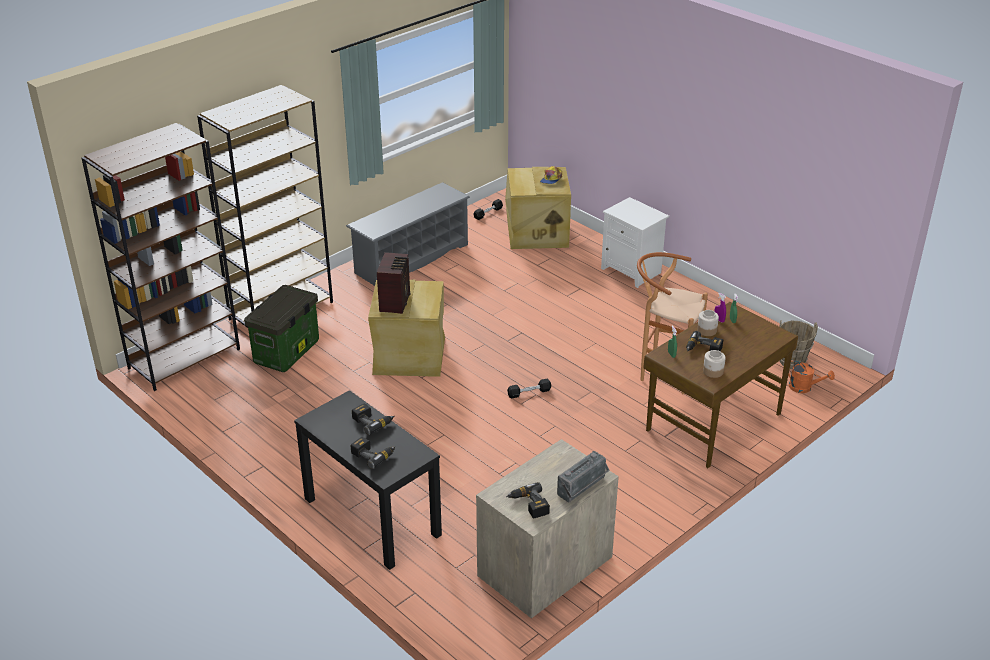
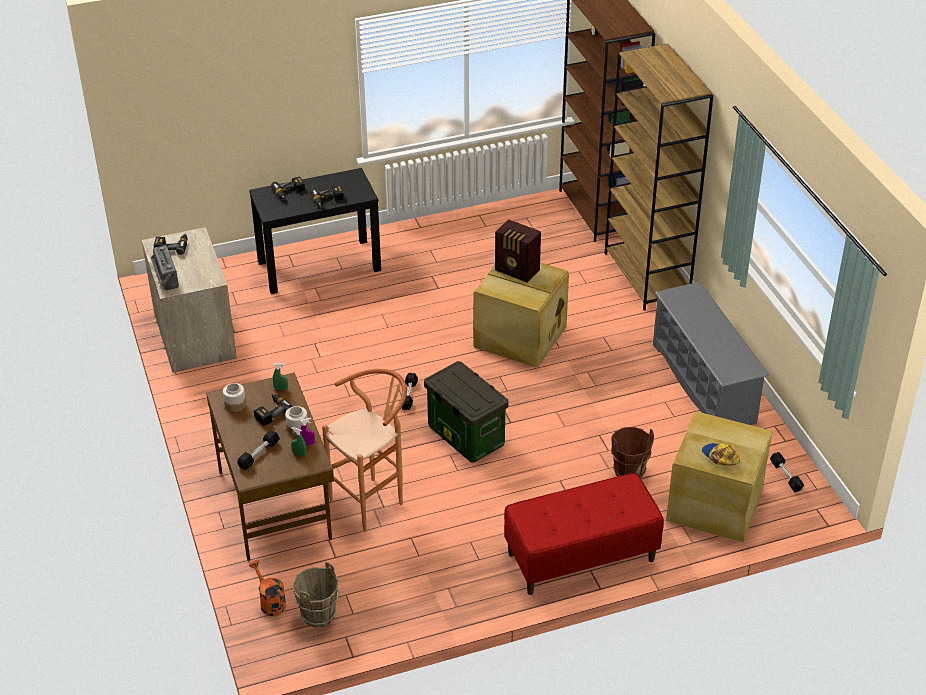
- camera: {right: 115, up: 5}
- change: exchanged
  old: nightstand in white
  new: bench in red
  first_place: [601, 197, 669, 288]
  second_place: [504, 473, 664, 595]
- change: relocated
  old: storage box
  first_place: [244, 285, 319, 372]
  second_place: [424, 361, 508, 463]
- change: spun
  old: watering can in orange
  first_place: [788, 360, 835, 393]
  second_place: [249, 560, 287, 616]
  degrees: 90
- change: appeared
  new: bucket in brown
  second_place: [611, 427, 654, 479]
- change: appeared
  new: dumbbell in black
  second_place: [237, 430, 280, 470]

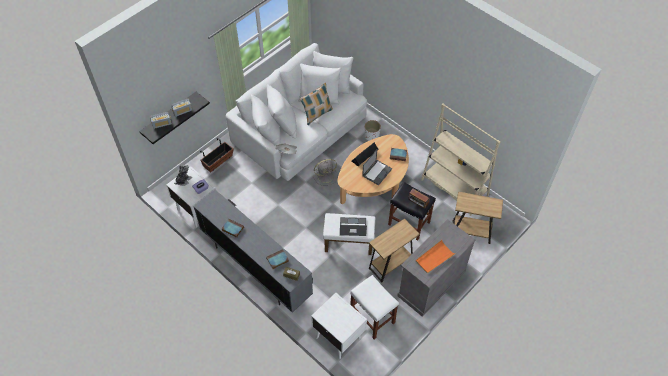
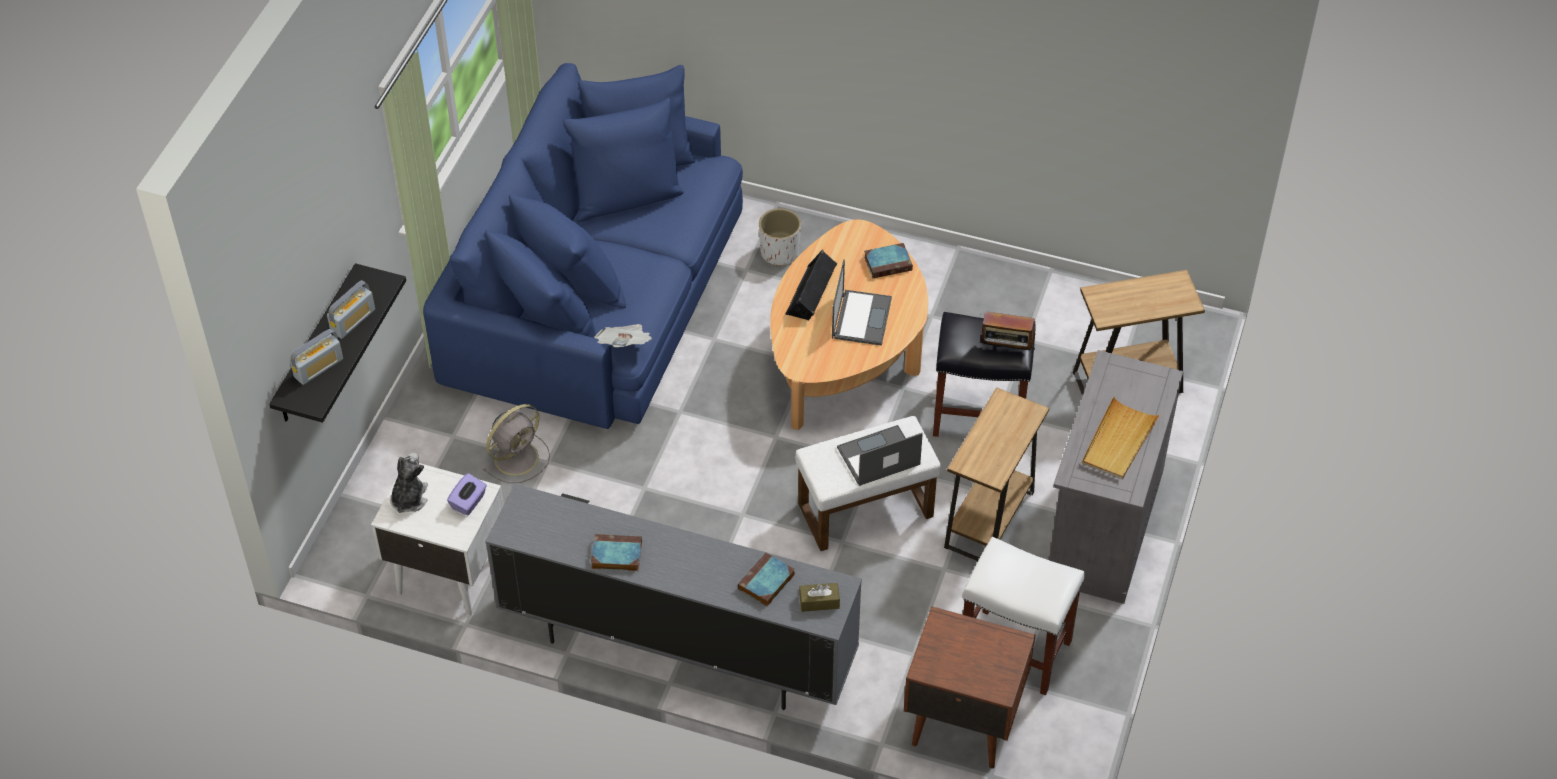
- camera: {right: -25, up: -5}
- change: colour
  old: sofa in white
  new: sofa in blue
  first_place: [226, 43, 367, 181]
  second_place: [423, 63, 743, 429]
- change: missing
  old: pillow
  first_place: [300, 83, 333, 125]
- change: missing
  old: bookcase in beige
  first_place: [421, 103, 500, 216]
- change: missing
  old: planter
  first_place: [200, 138, 234, 172]
- change: relocated
  old: fan in grey
  first_place: [313, 159, 338, 186]
  second_place: [483, 404, 550, 483]
- change: colour
  old: tray in orange
  new: tray in beige
  first_place: [416, 240, 455, 274]
  second_place: [1082, 396, 1160, 480]
- change: colour
  old: nightstand in white
  new: nightstand in brown
  first_place: [311, 293, 367, 359]
  second_place: [904, 606, 1035, 769]

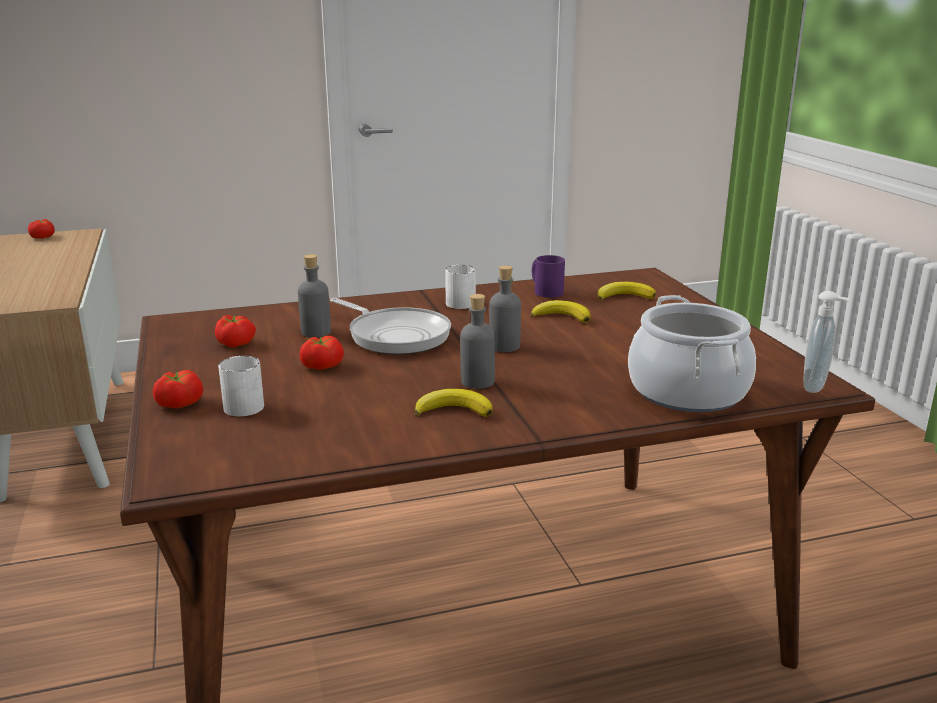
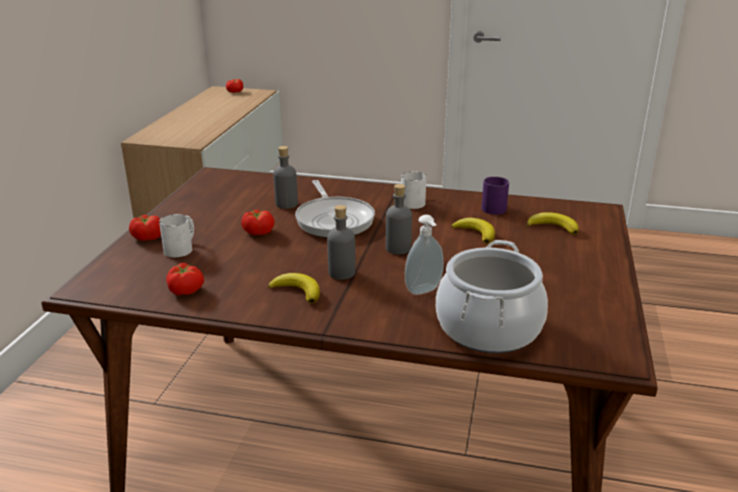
- camera: {right: 30, up: 5}
- change: relocated
  old: soap dispenser
  first_place: [804, 291, 849, 393]
  second_place: [405, 215, 444, 295]
- change: relocated
  old: tomato
  first_place: [215, 315, 256, 348]
  second_place: [166, 263, 204, 296]

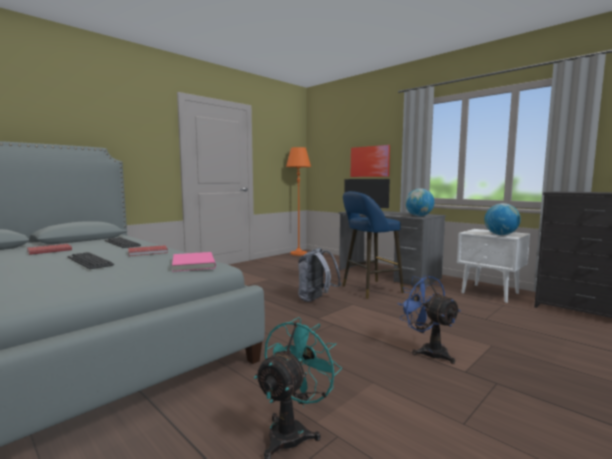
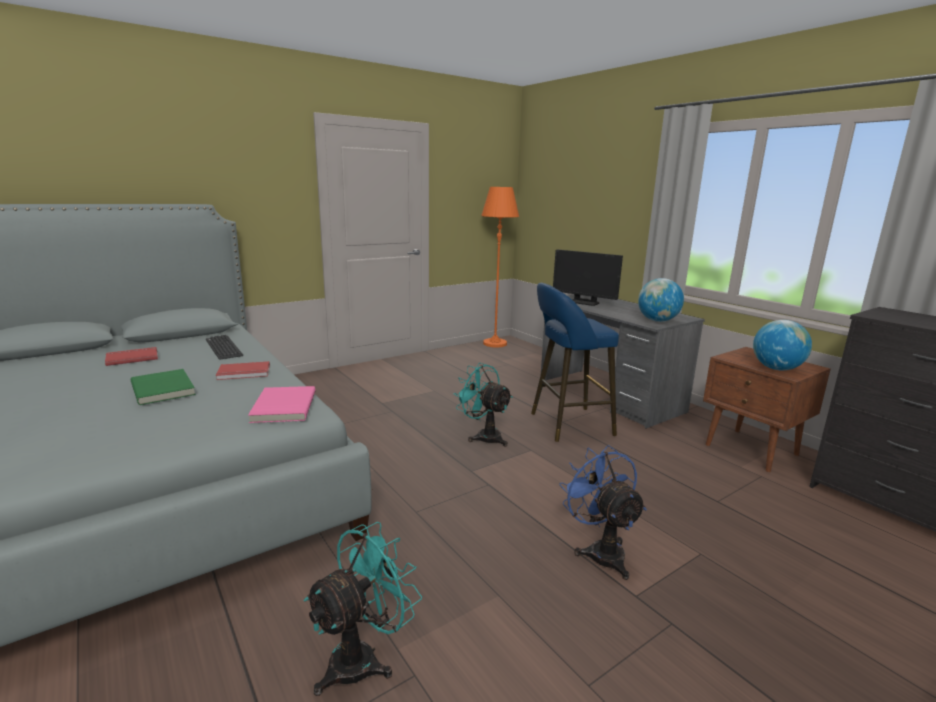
- camera: {right: 10, up: 10}
- change: missing
  old: picture
  first_place: [350, 145, 390, 177]
- change: colour
  old: nightstand in white
  new: nightstand in brown
  first_place: [457, 229, 530, 303]
  second_place: [703, 347, 831, 472]
- change: exchanged
  old: backpack in grey
  new: fan in turquoise
  first_place: [298, 248, 341, 302]
  second_place: [453, 363, 513, 447]
- change: exchanged
  old: keyboard
  new: book in green
  first_place: [67, 252, 114, 269]
  second_place: [131, 369, 196, 405]

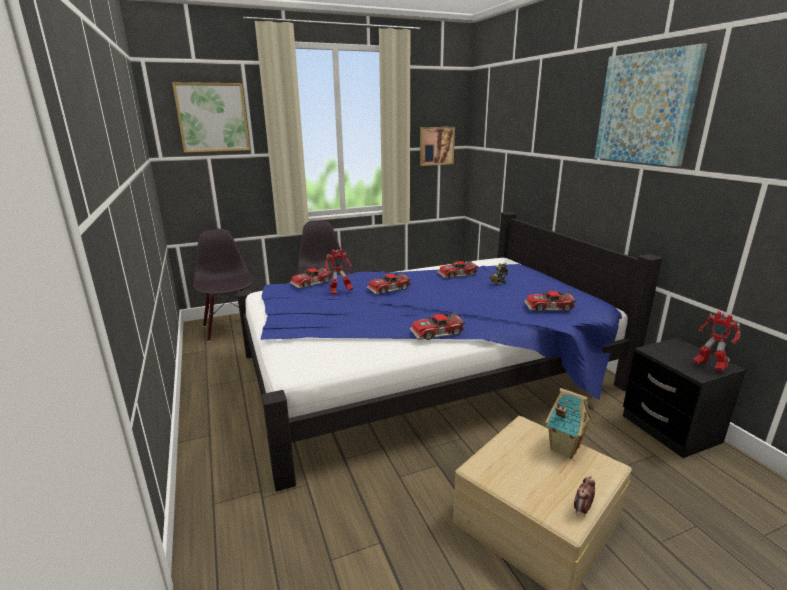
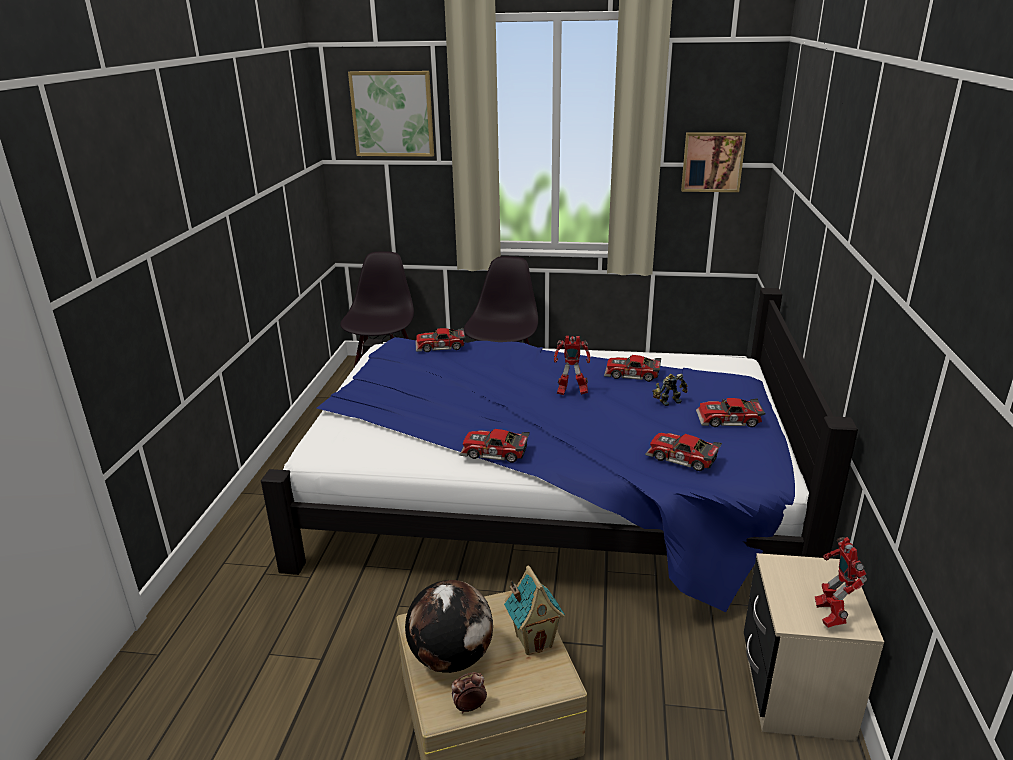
- camera: {right: 30, up: 5}
- change: missing
  old: picture
  first_place: [595, 43, 707, 167]
- change: relocated
  old: toy robot
  first_place: [325, 249, 354, 294]
  second_place: [554, 336, 591, 395]
- change: relocated
  old: toy car
  first_place: [367, 273, 412, 294]
  second_place: [696, 398, 766, 427]
- change: colour
  old: nightstand in black
  new: nightstand in beige
  first_place: [623, 338, 746, 458]
  second_place: [744, 553, 884, 741]
- change: appeared
  new: globe
  second_place: [405, 580, 493, 673]

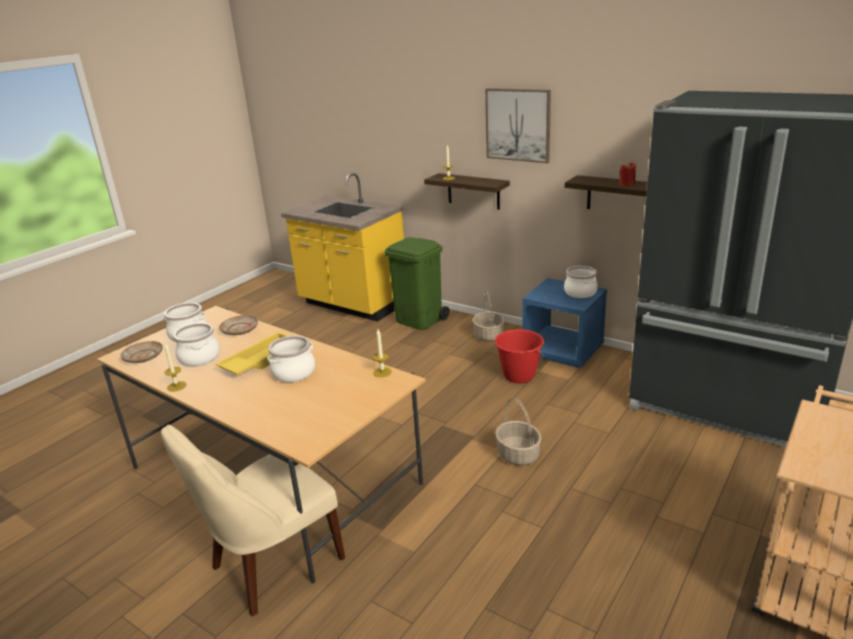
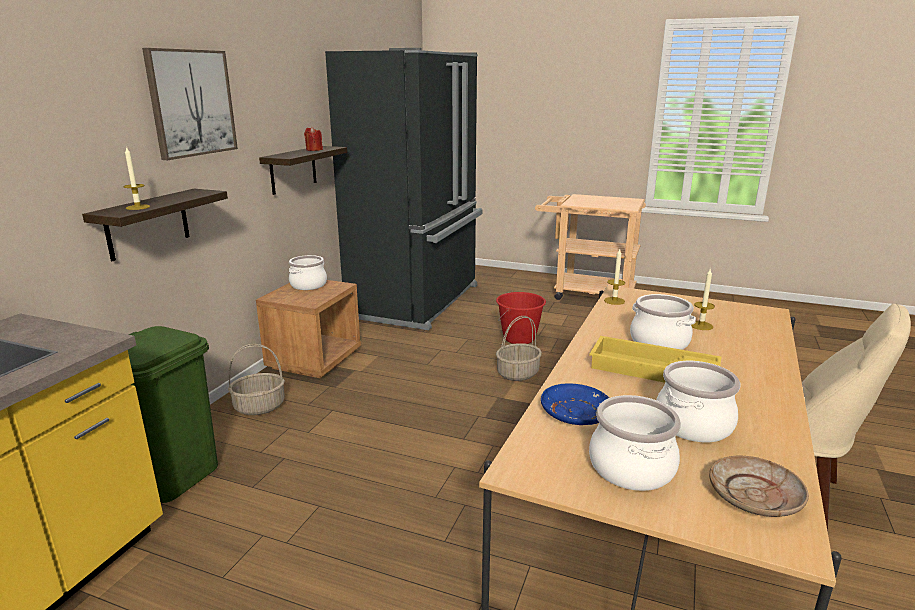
- camera: {right: -105, up: -5}
- change: colour
  old: nightstand in blue
  new: nightstand in brown
  first_place: [522, 278, 607, 368]
  second_place: [256, 280, 361, 378]
- change: colour
  old: plate in beige
  new: plate in blue
  first_place: [219, 315, 258, 335]
  second_place: [541, 383, 609, 425]
- change: relocated
  old: bucket in red
  first_place: [495, 329, 544, 383]
  second_place: [496, 292, 546, 344]
- change: relocated
  old: candle
  first_place: [164, 343, 186, 392]
  second_place: [691, 269, 715, 330]

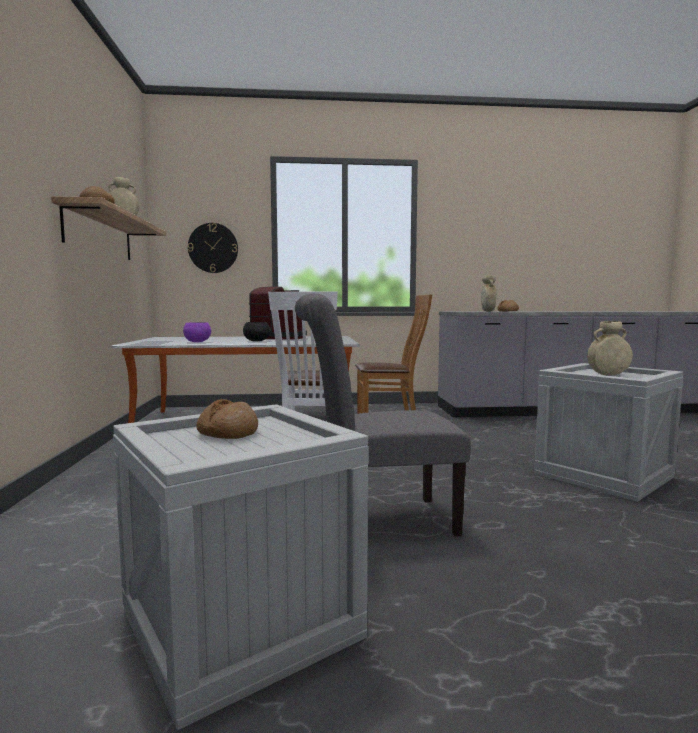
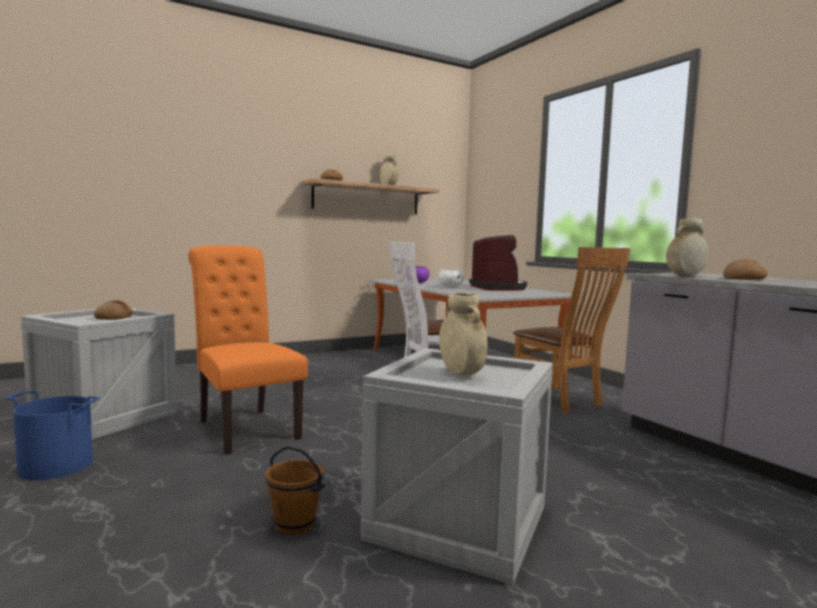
- camera: {right: 65, up: 0}
- change: missing
  old: wall clock
  first_place: [188, 223, 238, 273]
- change: colour
  old: chair in grey
  new: chair in orange
  first_place: [295, 293, 471, 536]
  second_place: [188, 245, 308, 455]
- change: colour
  old: bowl in black
  new: bowl in white
  first_place: [243, 322, 271, 342]
  second_place: [438, 269, 464, 288]
- change: appeared
  new: bucket in blue
  second_place: [4, 391, 100, 480]
- change: appeared
  new: bucket in brown
  second_place: [266, 446, 325, 535]

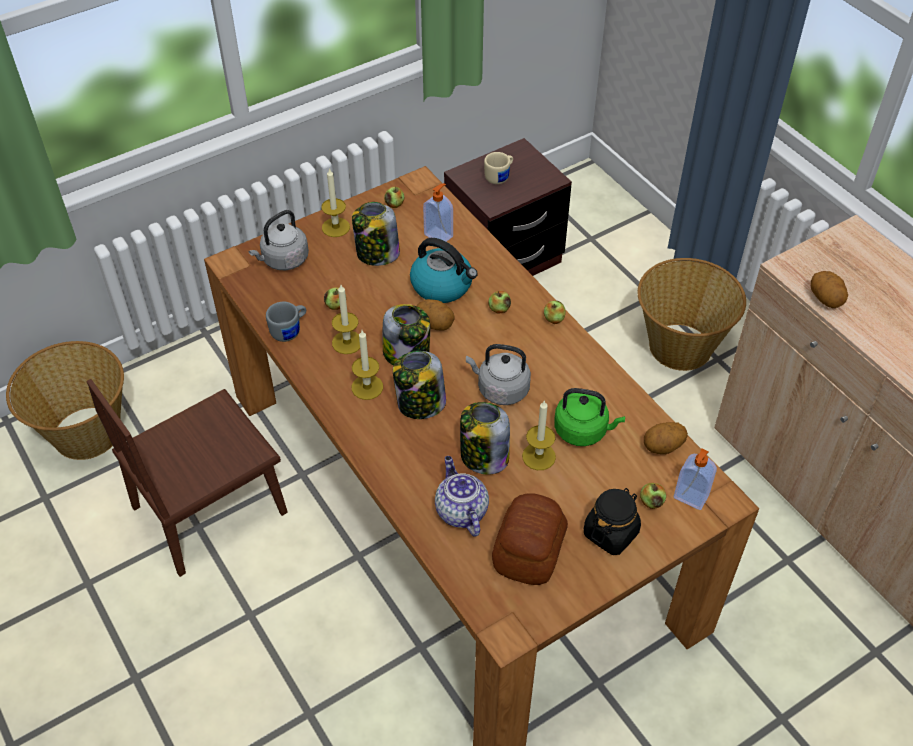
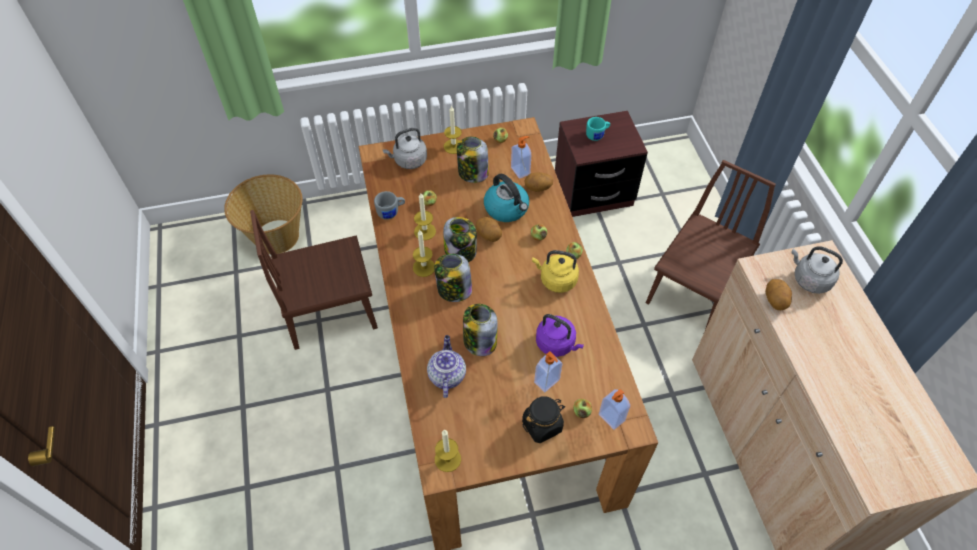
- camera: {right: 20, up: 5}
- change: colour
  old: mug in beige
  new: mug in turquoise
  first_place: [484, 152, 513, 184]
  second_place: [586, 117, 610, 141]
- change: exchanged
  old: basket
  new: chair in brown
  first_place: [638, 258, 746, 371]
  second_place: [646, 160, 776, 330]
- change: relocated
  old: kettle in grey
  first_place: [466, 344, 531, 405]
  second_place: [791, 246, 843, 294]
- change: colour
  old: kettle in green
  new: kettle in purple
  first_place: [554, 388, 625, 446]
  second_place: [536, 314, 584, 357]
- change: relocated
  old: candle
  first_place: [522, 400, 556, 470]
  second_place: [435, 430, 461, 472]
- change: relocated
  old: potato
  first_place: [644, 422, 688, 454]
  second_place: [525, 172, 553, 192]
- change: missing
  old: bread
  first_place: [492, 493, 568, 585]
- change: appeared
  new: kettle in yellow
  second_place: [532, 250, 579, 293]
- change: appeared
  new: soap dispenser
  second_place: [534, 351, 562, 392]

